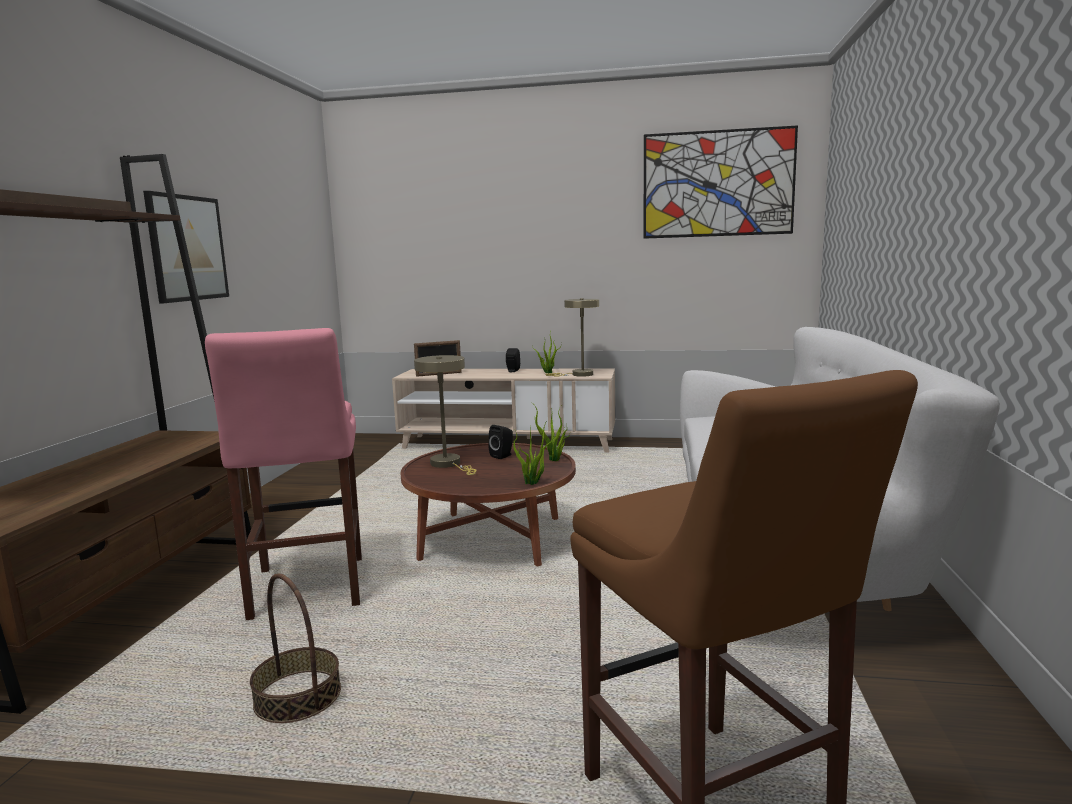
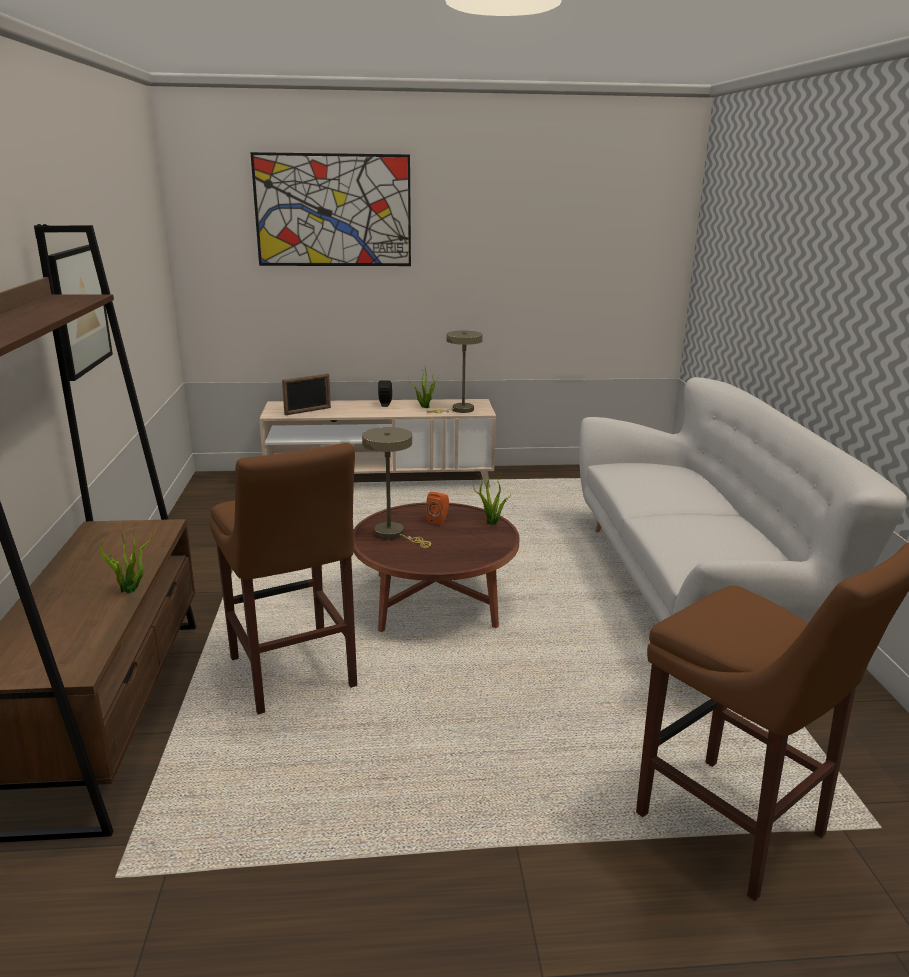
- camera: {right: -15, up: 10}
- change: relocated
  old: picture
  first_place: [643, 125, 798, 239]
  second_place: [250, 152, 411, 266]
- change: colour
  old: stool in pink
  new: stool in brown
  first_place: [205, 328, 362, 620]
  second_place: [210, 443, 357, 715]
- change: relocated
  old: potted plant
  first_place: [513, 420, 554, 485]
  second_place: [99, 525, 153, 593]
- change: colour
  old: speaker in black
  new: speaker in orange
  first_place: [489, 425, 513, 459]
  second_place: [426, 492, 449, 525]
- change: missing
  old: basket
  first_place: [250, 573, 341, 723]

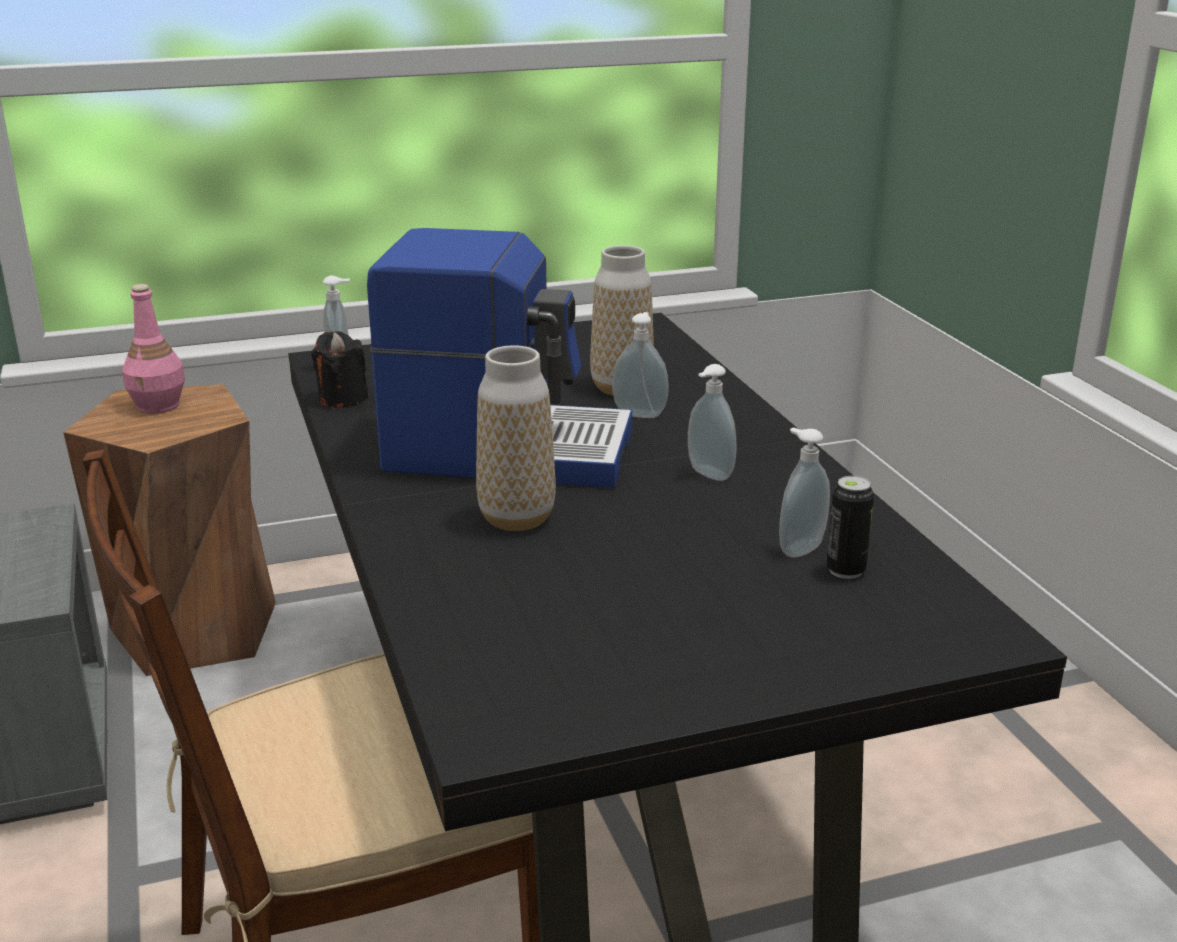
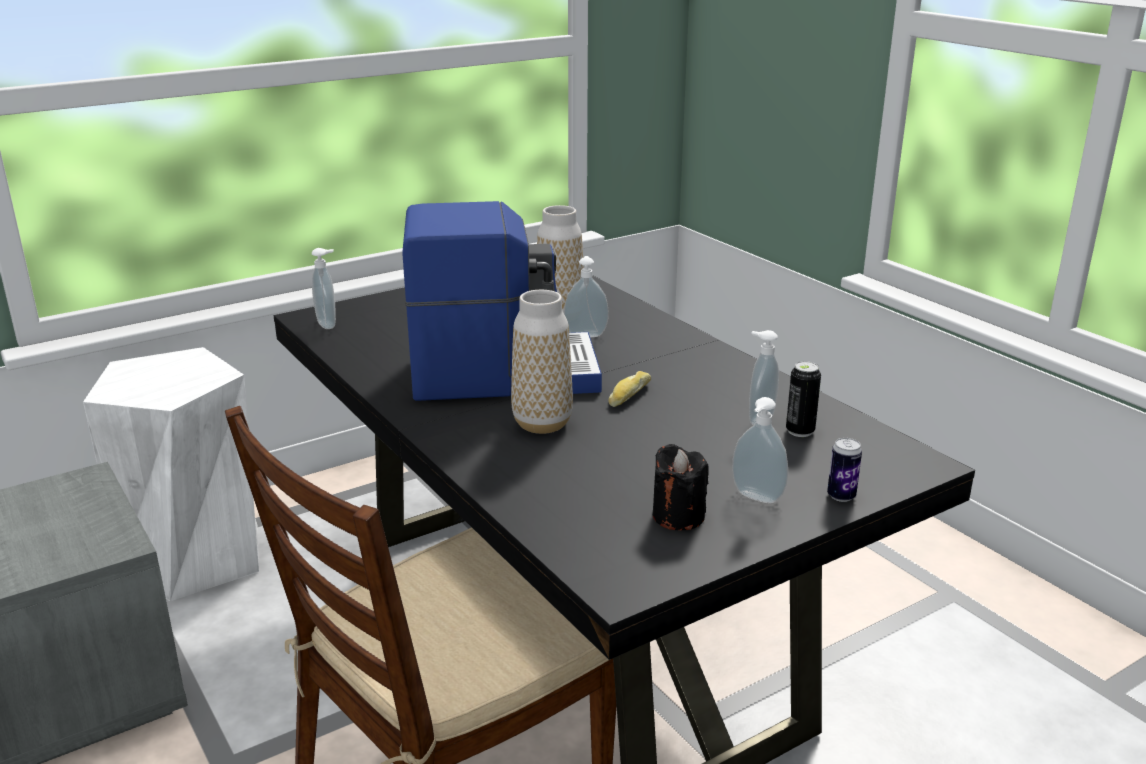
- camera: {right: -15, up: 0}
- change: missing
  old: bottle in pink
  first_place: [122, 284, 185, 414]
- change: relocated
  old: candle in black
  first_place: [311, 331, 368, 408]
  second_place: [653, 444, 709, 530]
- change: relocated
  old: soap dispenser
  first_place: [688, 364, 737, 481]
  second_place: [732, 397, 788, 504]
- change: colour
  old: stool in brown
  new: stool in white
  first_place: [63, 384, 276, 676]
  second_place: [83, 347, 259, 601]
- change: appeared
  new: bread
  second_place: [608, 371, 651, 407]
- change: appeared
  new: can
  second_place: [827, 438, 862, 502]

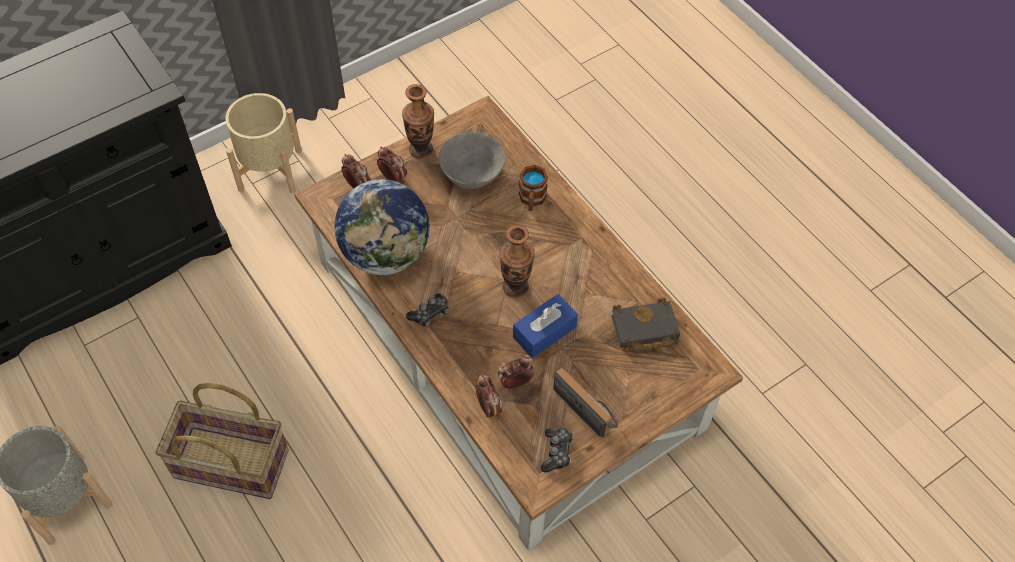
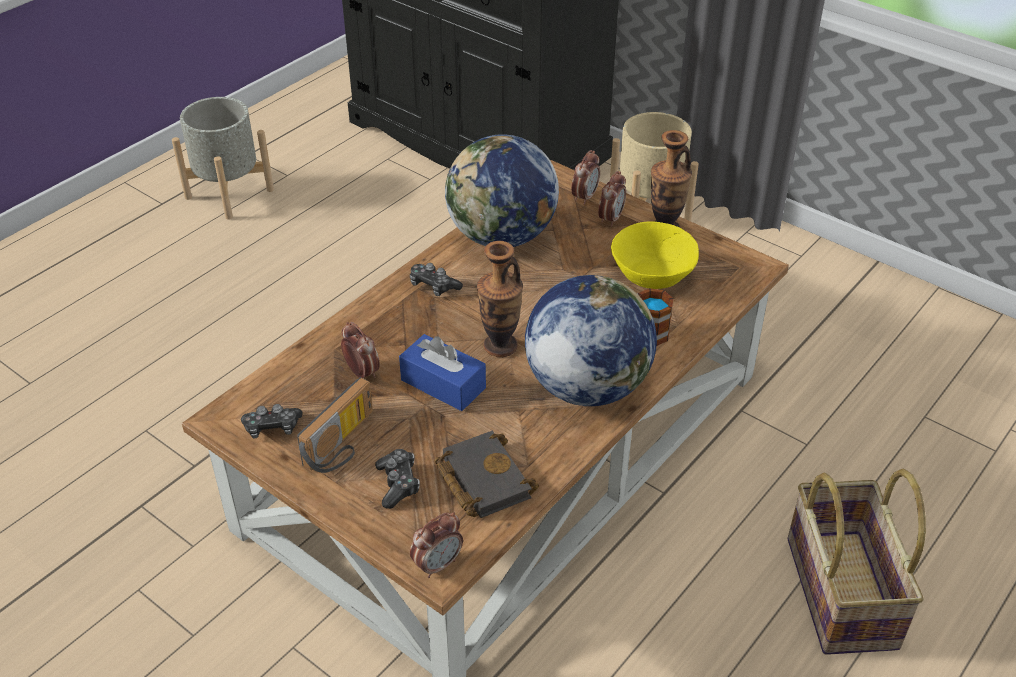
- camera: {right: 75, up: -15}
- change: colour
  old: bowl in grey
  new: bowl in yellow
  first_place: [439, 132, 505, 189]
  second_place: [611, 221, 699, 289]
- change: relocated
  old: alarm clock
  first_place: [476, 374, 502, 418]
  second_place: [410, 512, 463, 578]
- change: relocated
  old: basket
  first_place: [156, 383, 289, 499]
  second_place: [788, 469, 926, 655]
- change: appeared
  new: globe
  second_place: [525, 275, 657, 406]
- change: appeared
  new: game controller
  second_place: [375, 449, 420, 509]

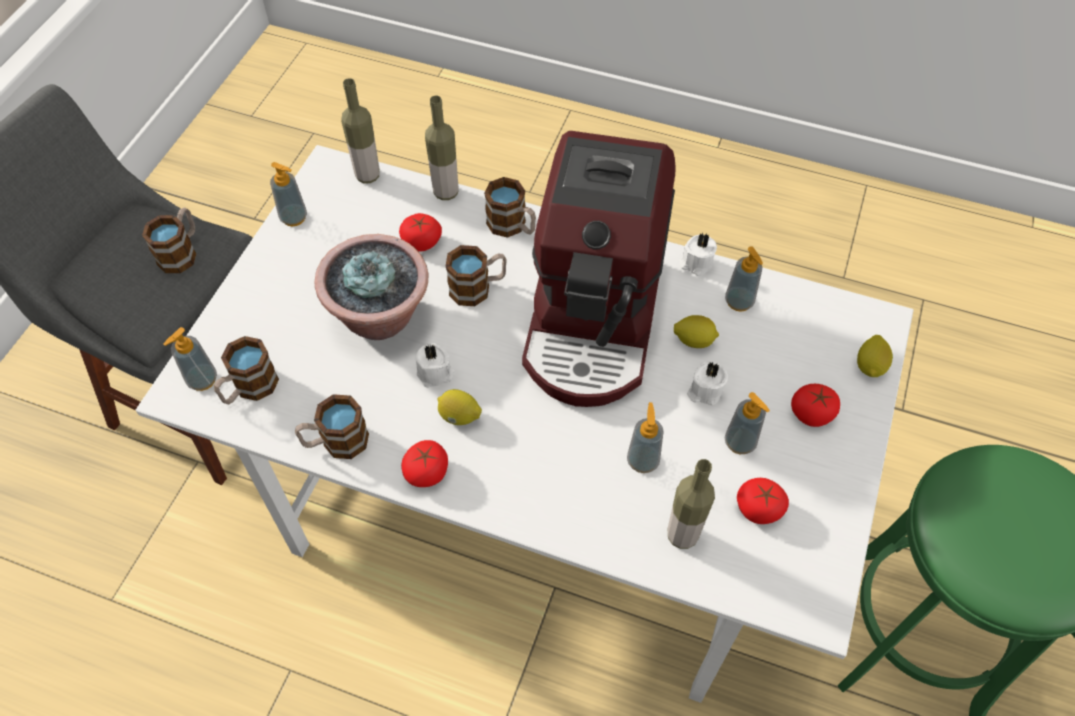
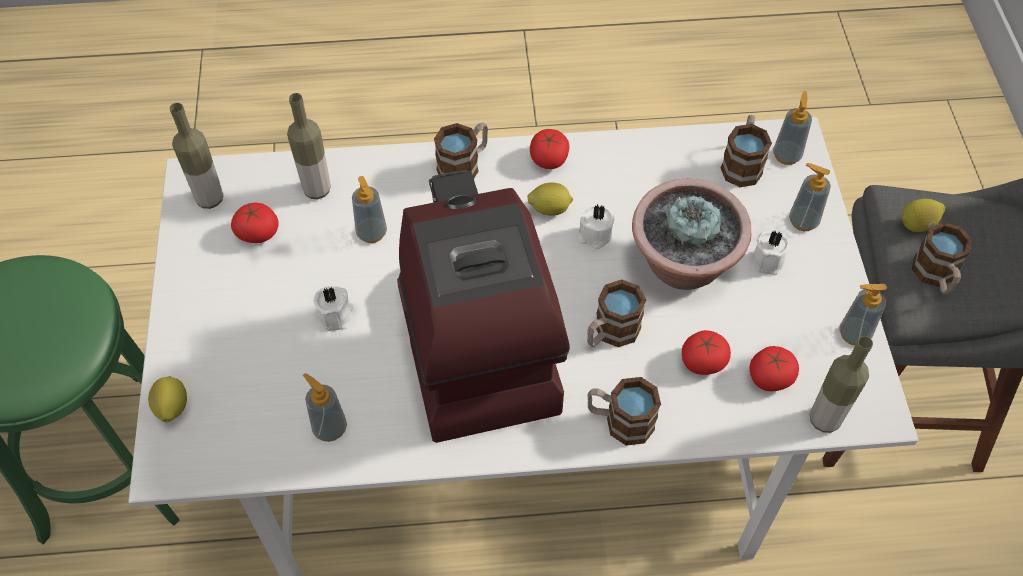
- camera: {right: 155, up: 0}
- change: relocated
  old: bottle
  first_place: [425, 96, 458, 200]
  second_place: [170, 103, 223, 209]
- change: relocated
  old: candle in white
  first_place: [679, 233, 717, 276]
  second_place: [753, 230, 790, 275]
- change: relocated
  old: lemon
  first_place: [674, 315, 719, 348]
  second_place: [902, 199, 945, 232]
- change: relocated
  old: tomato
  first_place: [791, 384, 840, 427]
  second_place: [750, 346, 799, 391]
- change: relocated
  old: soap dispenser
  first_place: [725, 392, 770, 454]
  second_place: [789, 163, 831, 231]
- change: relocated
  old: mug
  first_place: [295, 394, 369, 459]
  second_place: [434, 122, 488, 178]

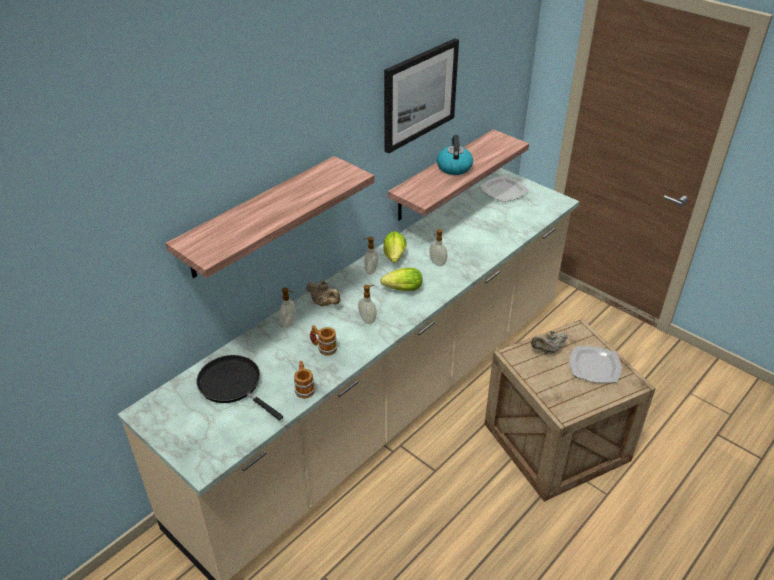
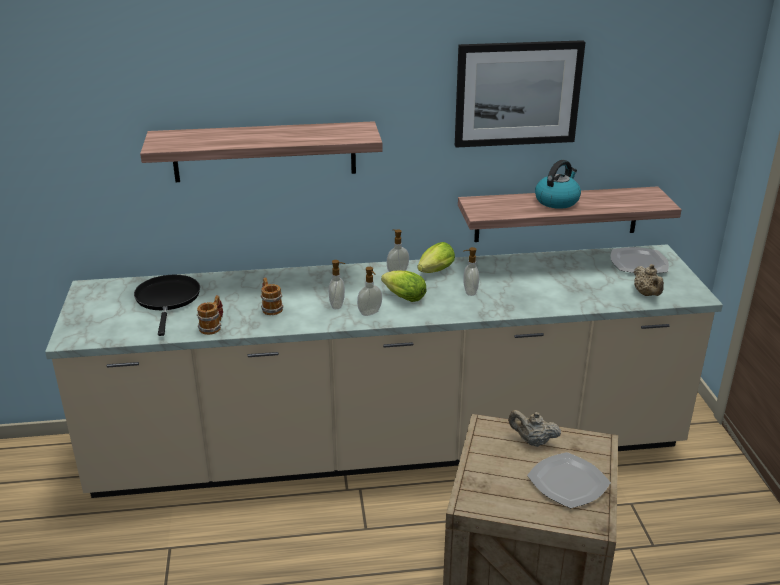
- camera: {right: 40, up: -10}
- change: relocated
  old: teapot in beige
  first_place: [306, 280, 341, 306]
  second_place: [634, 264, 664, 296]
- change: relocated
  old: soap dispenser
  first_place: [279, 287, 296, 327]
  second_place: [357, 267, 382, 316]

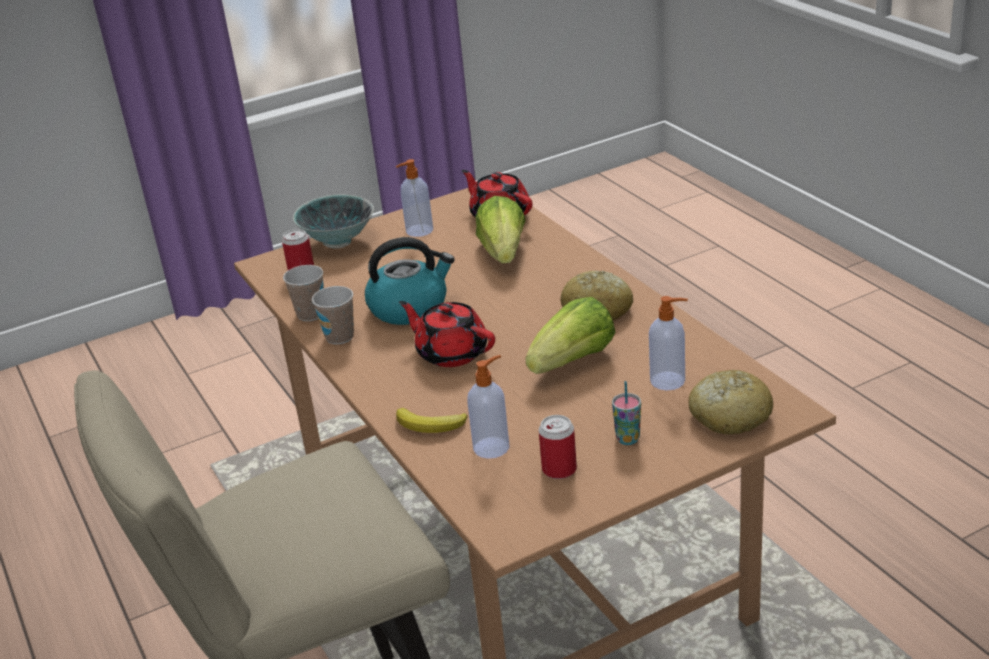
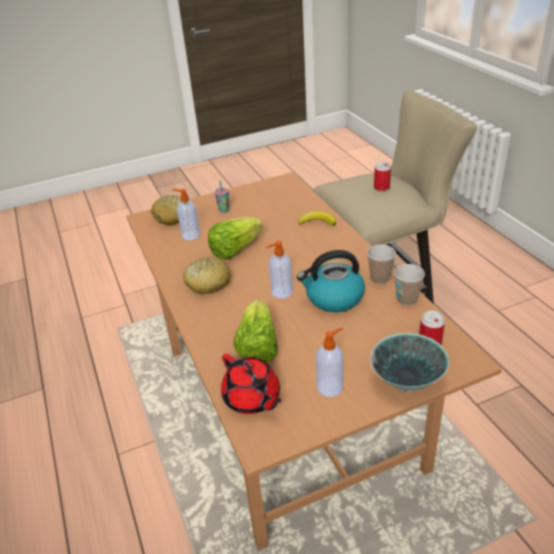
- camera: {right: -175, up: 5}
- change: missing
  old: teapot in red
  first_place: [399, 301, 495, 367]
- change: relocated
  old: soap dispenser
  first_place: [467, 355, 509, 459]
  second_place: [266, 241, 293, 298]
- change: relocated
  old: can
  first_place: [539, 415, 577, 479]
  second_place: [374, 162, 391, 191]

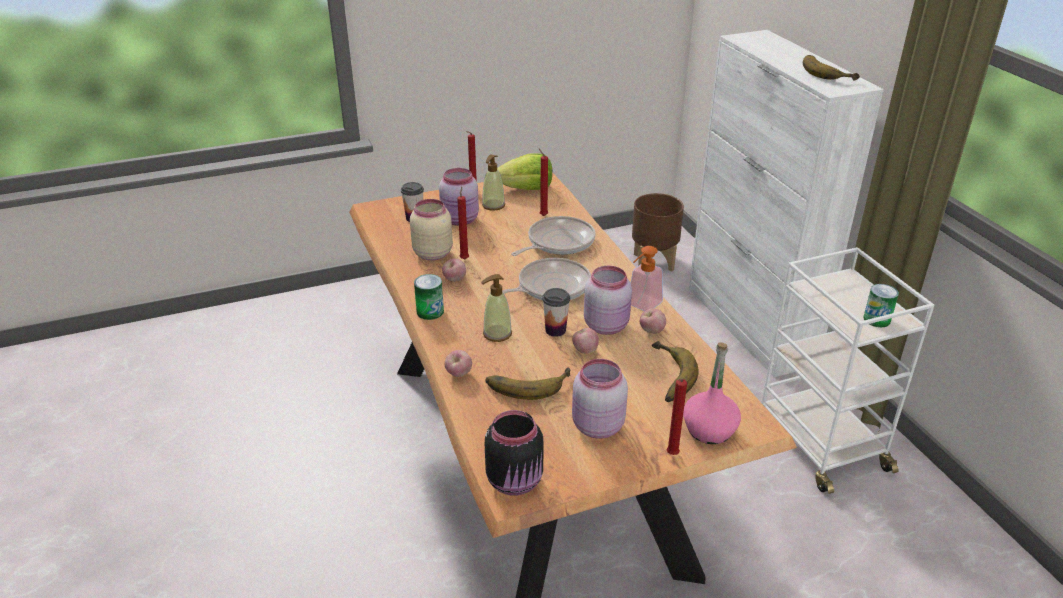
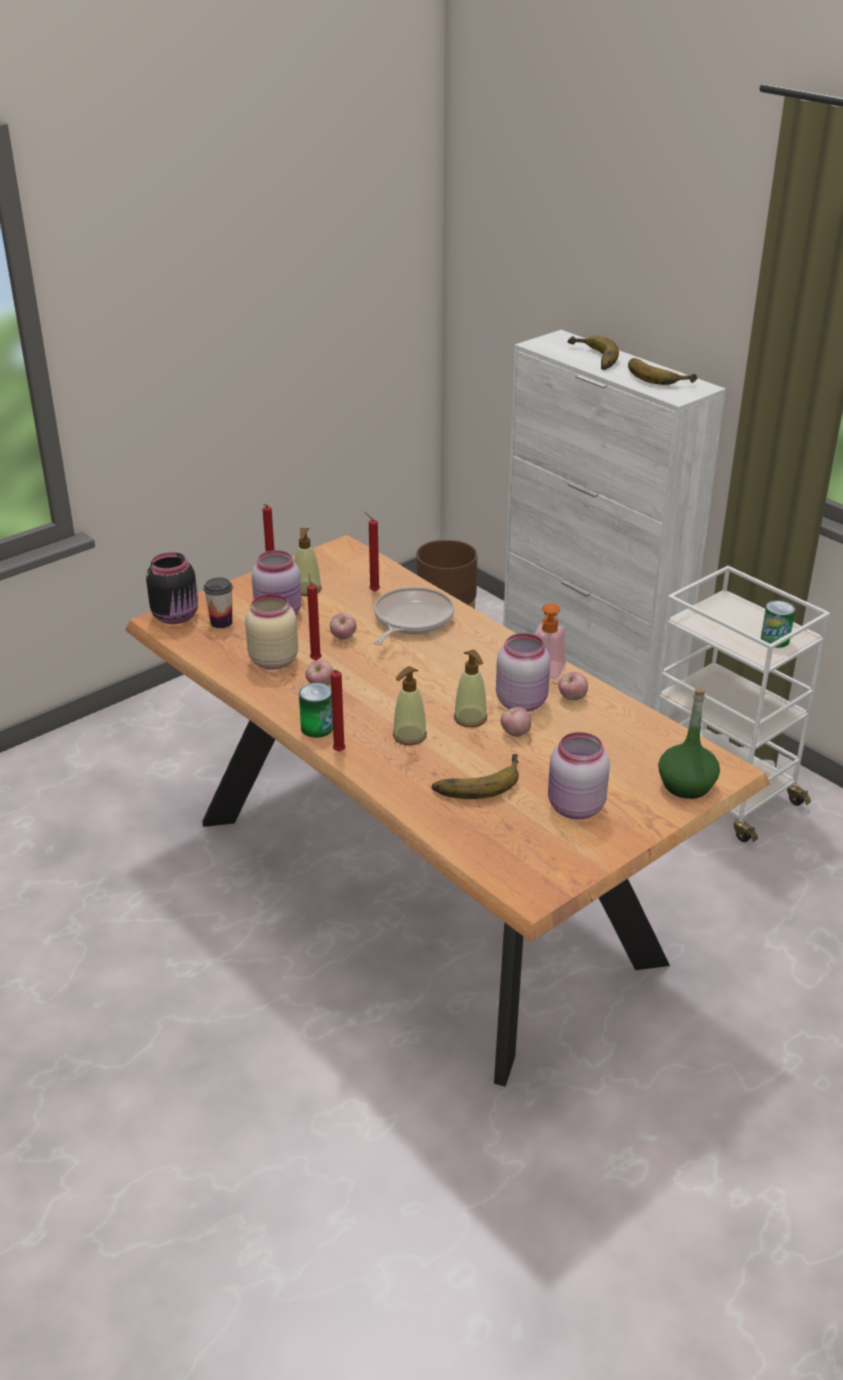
- camera: {right: -20, up: 0}
- change: missing
  old: lettuce
  first_place: [497, 153, 552, 190]
- change: missing
  old: frying pan
  first_place: [502, 258, 591, 300]
- change: exchanged
  old: cup
  new: soap dispenser
  first_place: [542, 288, 570, 337]
  second_place: [454, 650, 487, 727]
- change: relocated
  old: banana
  first_place: [652, 341, 699, 402]
  second_place: [567, 336, 619, 370]
- change: colour
  old: bottle in pink
  new: bottle in green
  first_place: [683, 343, 741, 444]
  second_place: [658, 688, 720, 799]
- change: relocated
  old: apple
  first_place: [444, 350, 472, 377]
  second_place: [330, 613, 357, 639]
- change: relocated
  old: candle in red
  first_place: [667, 379, 687, 455]
  second_place: [331, 670, 346, 752]
- change: relocated
  old: jar in black
  first_place: [485, 410, 544, 496]
  second_place: [146, 552, 198, 624]

